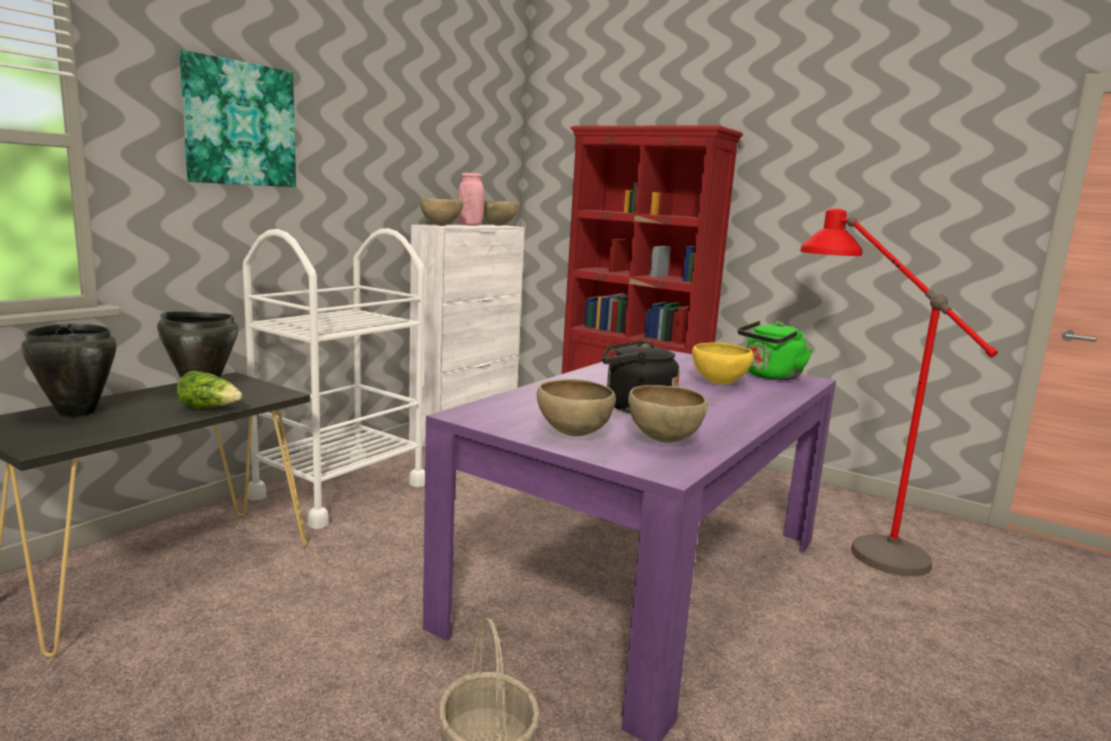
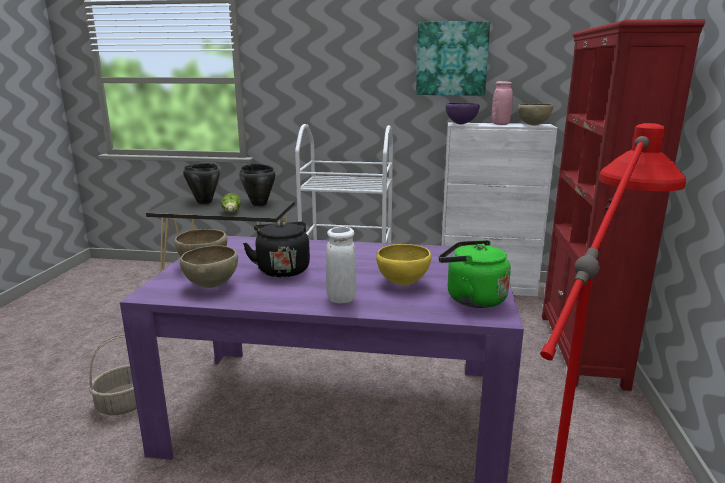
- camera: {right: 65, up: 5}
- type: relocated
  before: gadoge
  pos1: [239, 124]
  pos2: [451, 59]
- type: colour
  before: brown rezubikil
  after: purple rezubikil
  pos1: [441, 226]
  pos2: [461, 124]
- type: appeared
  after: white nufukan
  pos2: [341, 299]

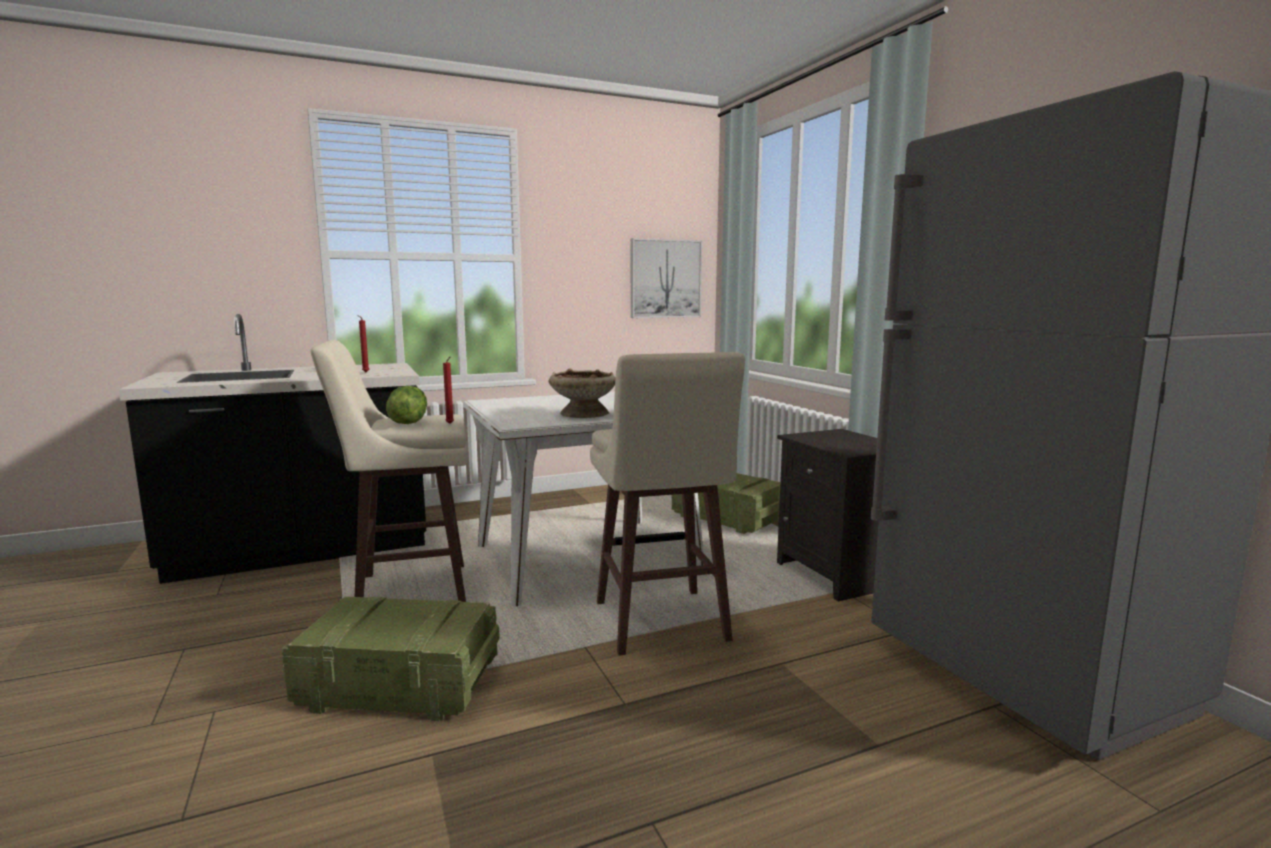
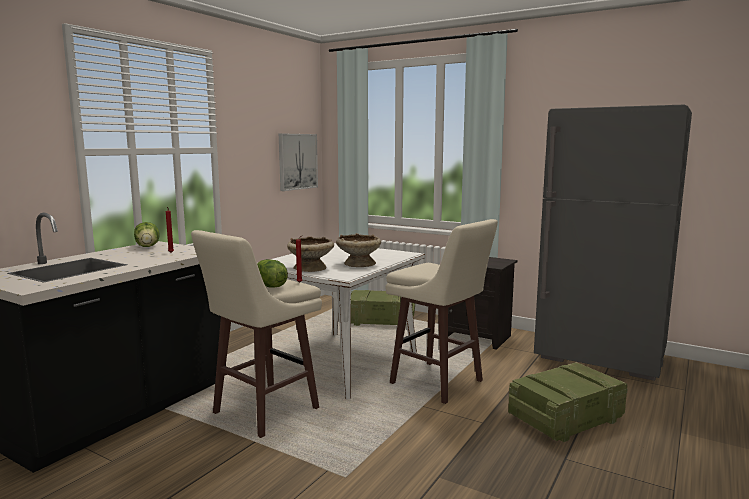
- camera: {right: -35, up: 0}
- type: relocated
  before: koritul
  pos1: [402, 685]
  pos2: [566, 418]
- type: appeared
  after: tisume
  pos2: [148, 246]
- type: appeared
  after: beige rezubikil
  pos2: [311, 268]

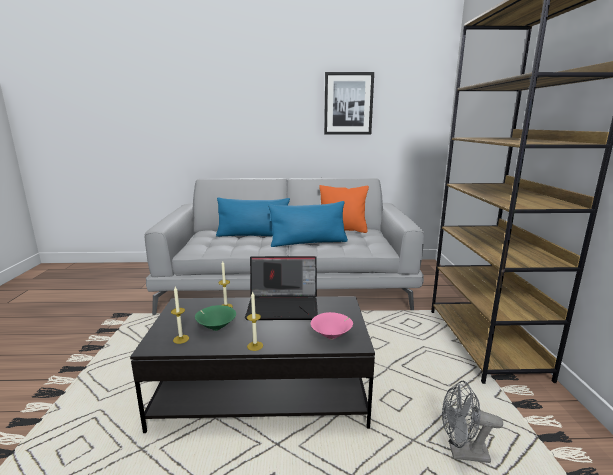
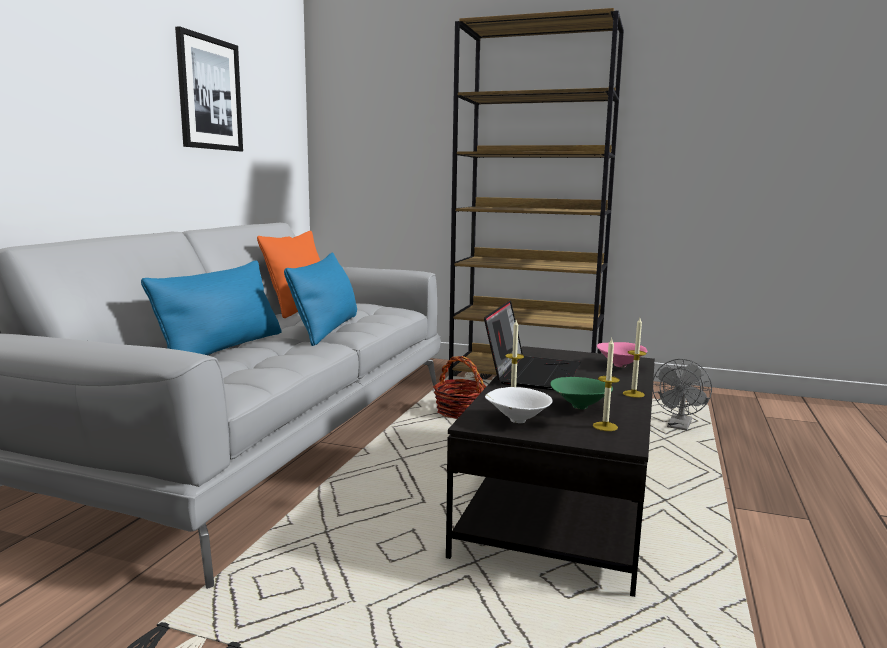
- camera: {right: -70, up: -5}
- type: appeared
  after: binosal
  pos2: [460, 412]
- type: appeared
  after: white rezubikil
  pos2: [516, 420]

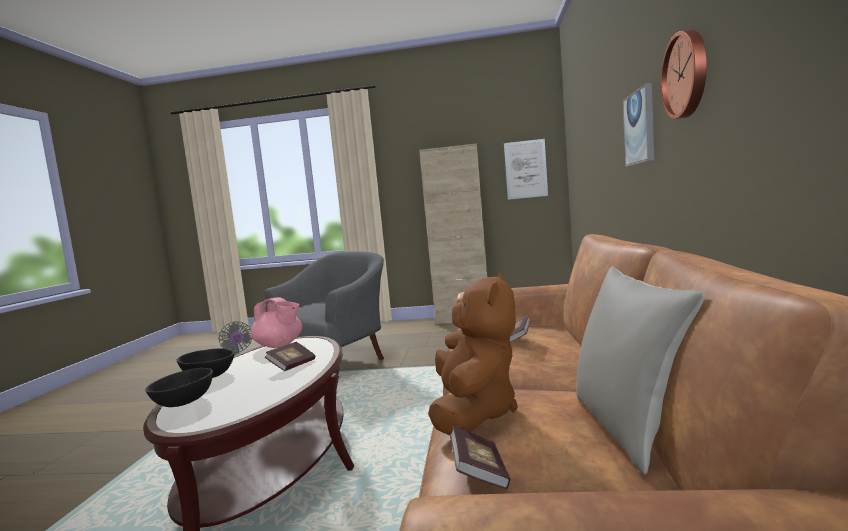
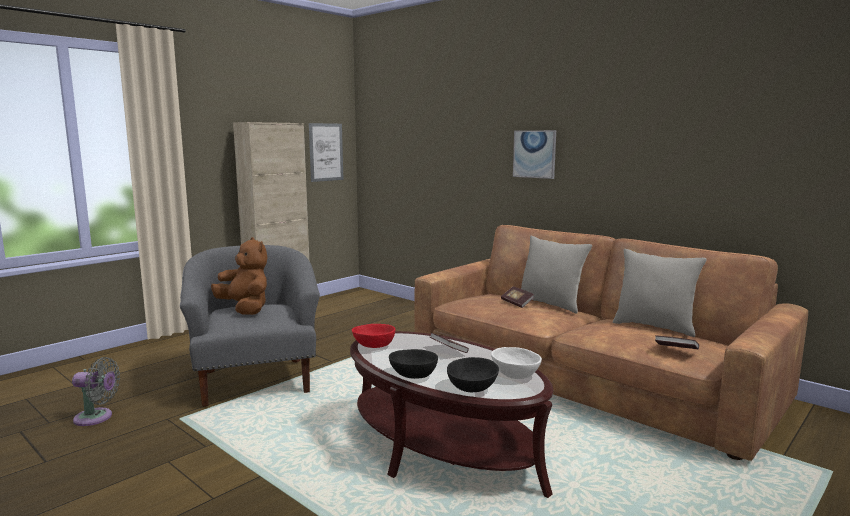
- camera: {right: -55, up: 5}
- type: missing
  before: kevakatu
  pos1: [687, 75]
- type: relocated
  before: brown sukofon
  pos1: [473, 412]
  pos2: [245, 309]
- type: exchanged
  before: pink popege
  after: red rezubikil
  pos1: [279, 345]
  pos2: [374, 346]
- type: appeared
  after: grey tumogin
  pos2: [551, 304]
- type: appeared
  after: white rezubikil
  pos2: [515, 375]

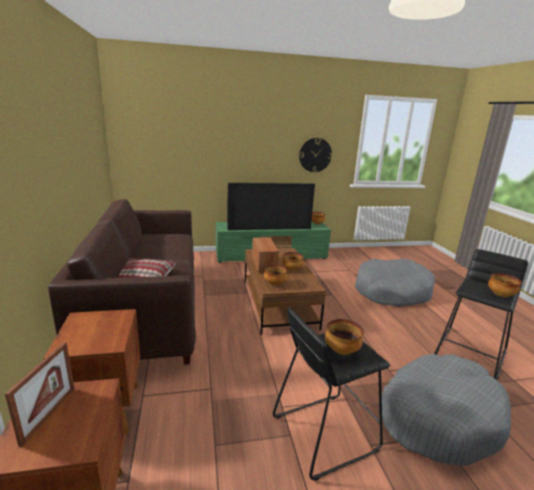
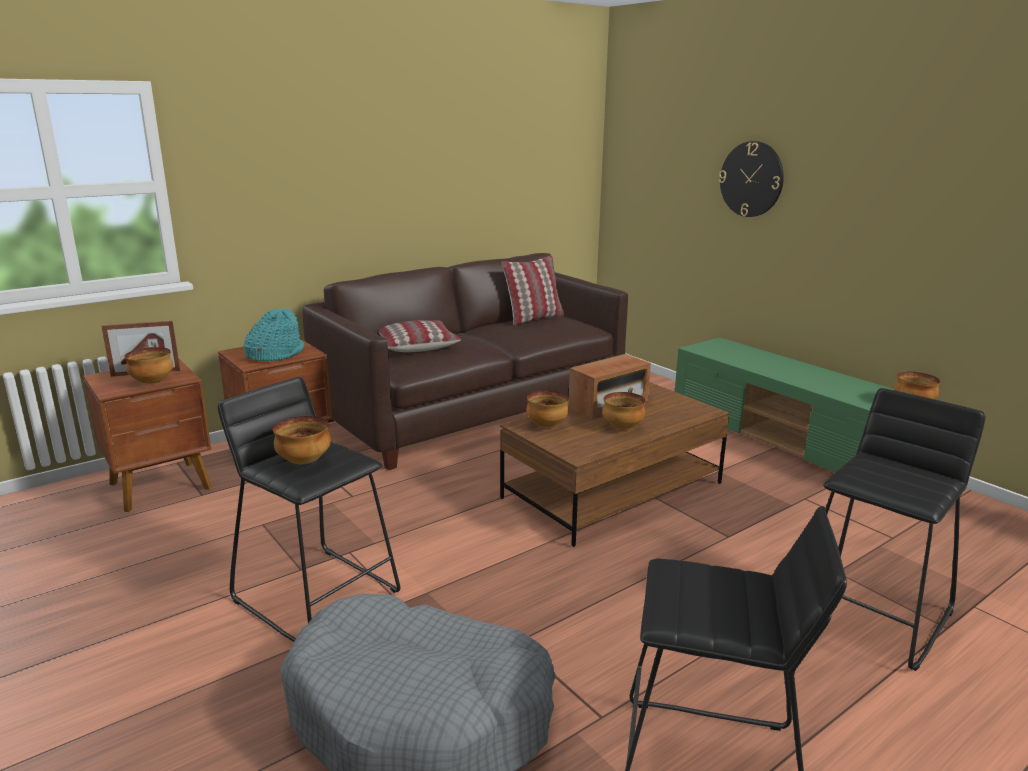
- camera: {right: 65, up: 0}
- type: relocated
  before: kevakatu
  pos1: [315, 155]
  pos2: [751, 179]
- type: missing
  before: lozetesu
  pos1: [269, 227]
- type: exchanged
  before: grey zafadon
  after: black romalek
  pos1: [391, 291]
  pos2: [872, 614]
- type: relocated
  before: rezubikil
  pos1: [500, 295]
  pos2: [153, 382]
- type: appeared
  after: tumogin
  pos2: [534, 318]
- type: appeared
  after: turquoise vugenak
  pos2: [275, 354]

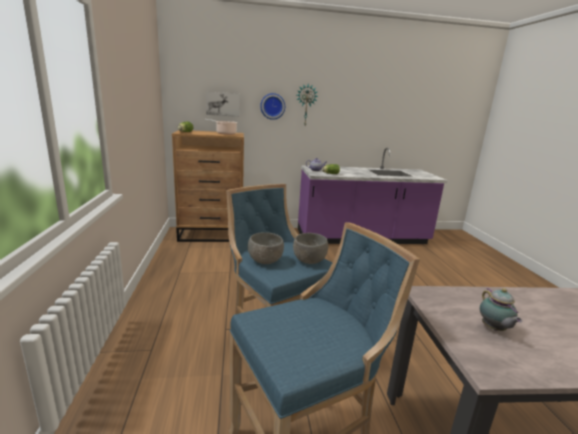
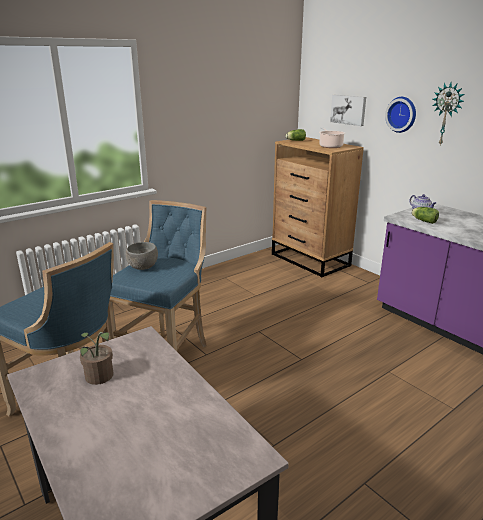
- camera: {right: 60, up: 5}
- type: missing
  before: grey rezubikil
  pos1: [308, 261]
- type: exchanged
  before: popege
  after: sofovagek
  pos1: [493, 329]
  pos2: [99, 378]

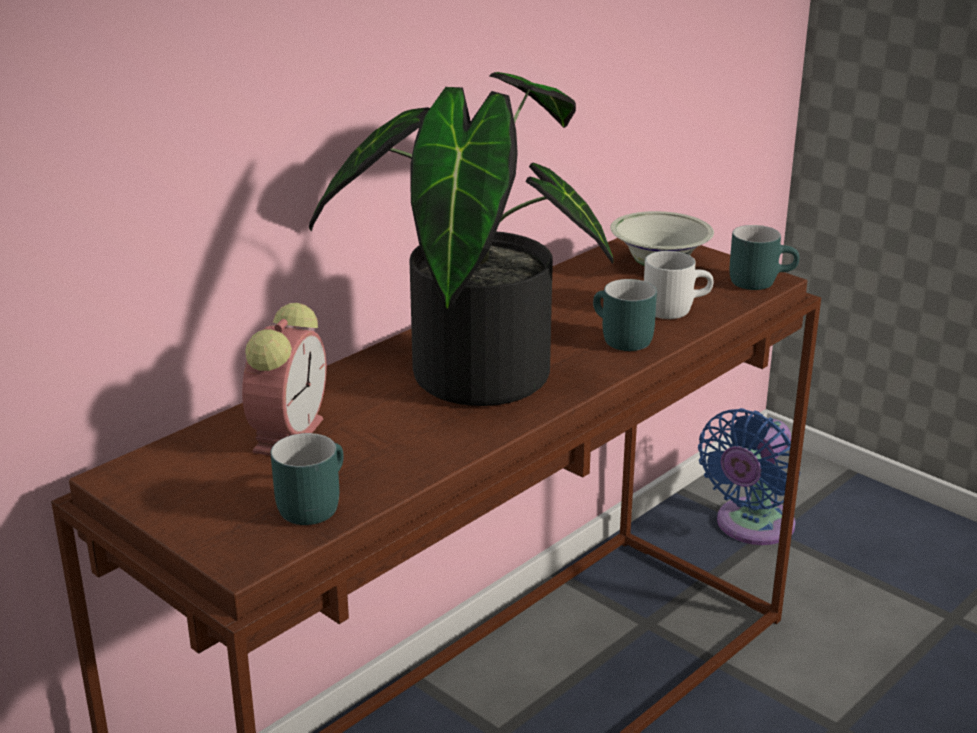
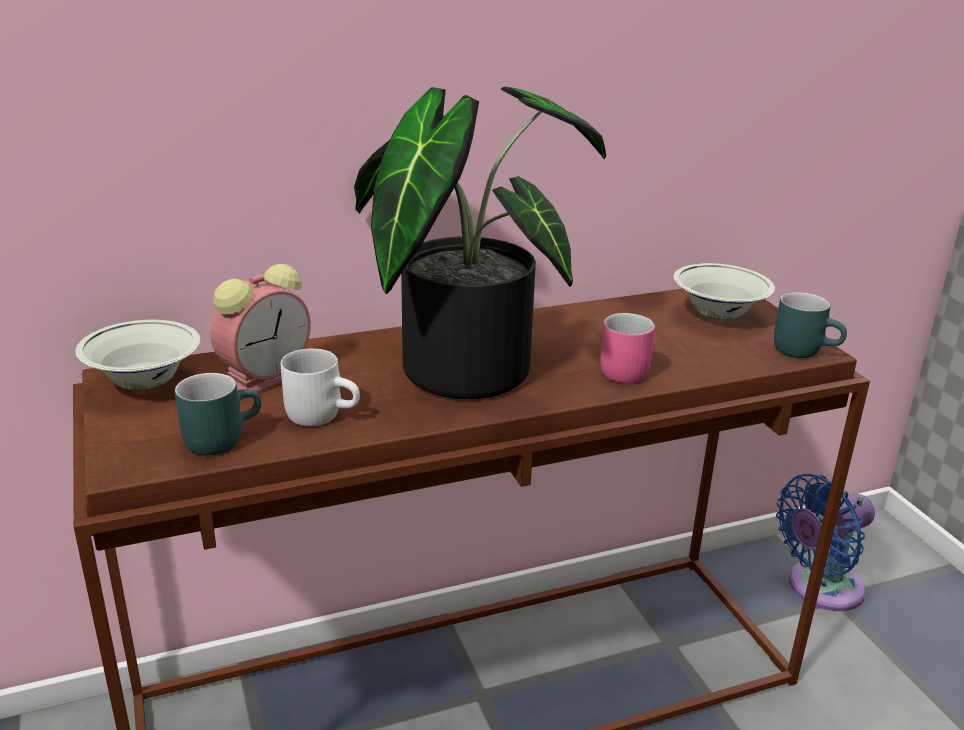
- camera: {right: 25, up: 0}
- type: relocated
  before: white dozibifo
  pos1: [673, 308]
  pos2: [322, 414]
- type: colour
  before: turquoise dozibifo
  after: pink dozibifo
  pos1: [618, 339]
  pos2: [617, 370]
- type: appeared
  after: white rezubikil
  pos2: [144, 384]

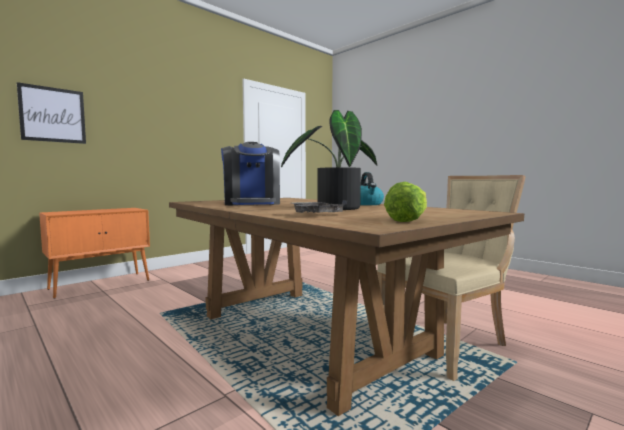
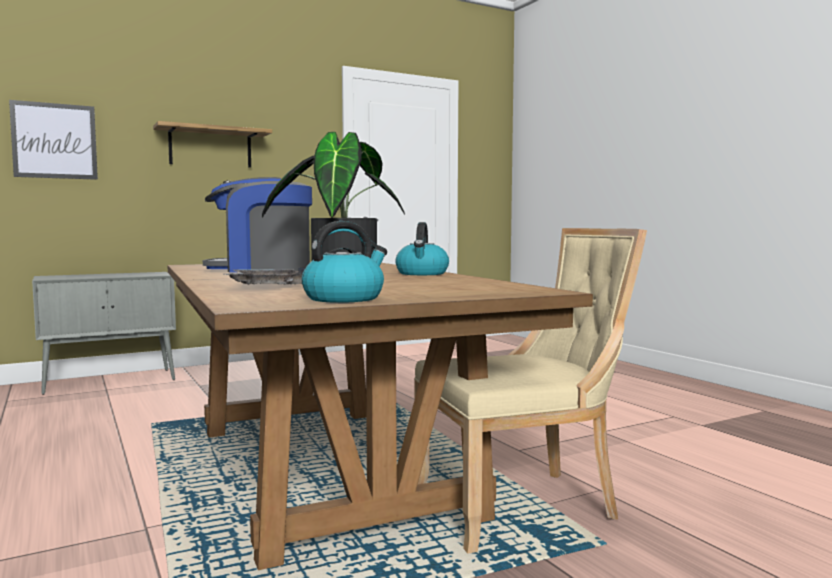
- camera: {right: 15, up: 0}
- type: spun
  before: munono
  pos1: [251, 203]
  pos2: [261, 269]
  turn: 90
- type: exchanged
  before: tisume
  after: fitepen
  pos1: [408, 220]
  pos2: [344, 298]
- type: colour
  before: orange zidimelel
  after: grey zidimelel
  pos1: [101, 284]
  pos2: [111, 381]
- type: appeared
  after: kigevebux
  pos2: [210, 147]

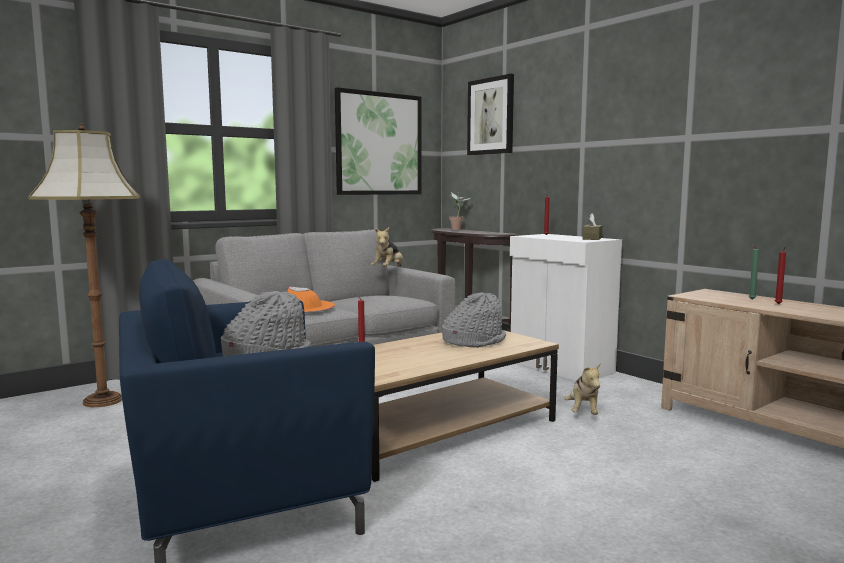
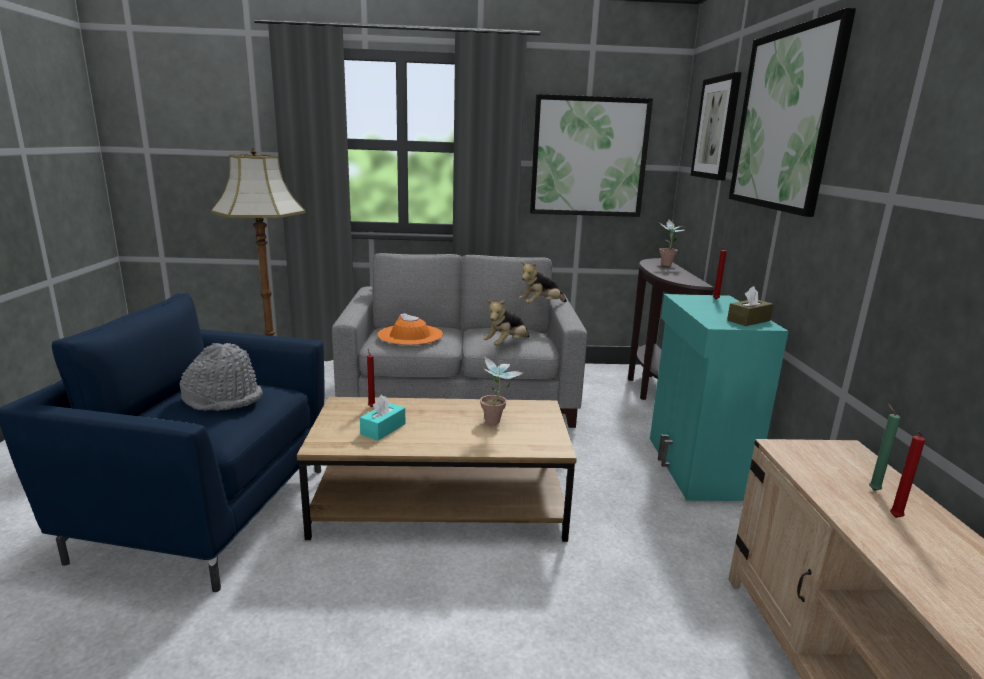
- camera: {right: 35, up: 10}
- type: colour
  before: white zidimelel
  after: turquoise zidimelel
  pos1: [560, 367]
  pos2: [695, 467]
- type: exchanged
  before: grey vugenak
  after: sofovagek
  pos1: [473, 341]
  pos2: [496, 423]
- type: relocated
  before: sukofon
  pos1: [583, 412]
  pos2: [506, 345]
- type: appeared
  after: gadoge
  pos2: [785, 120]
- type: appeared
  after: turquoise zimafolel
  pos2: [383, 429]

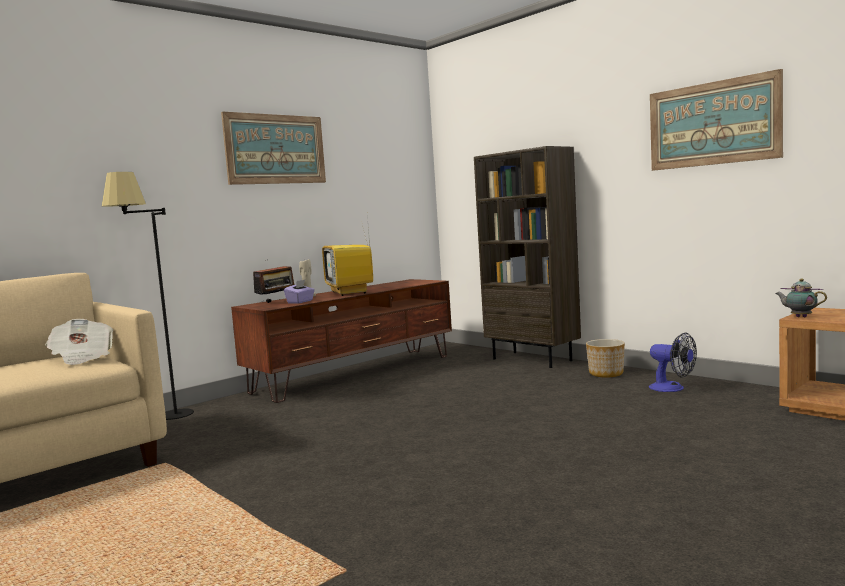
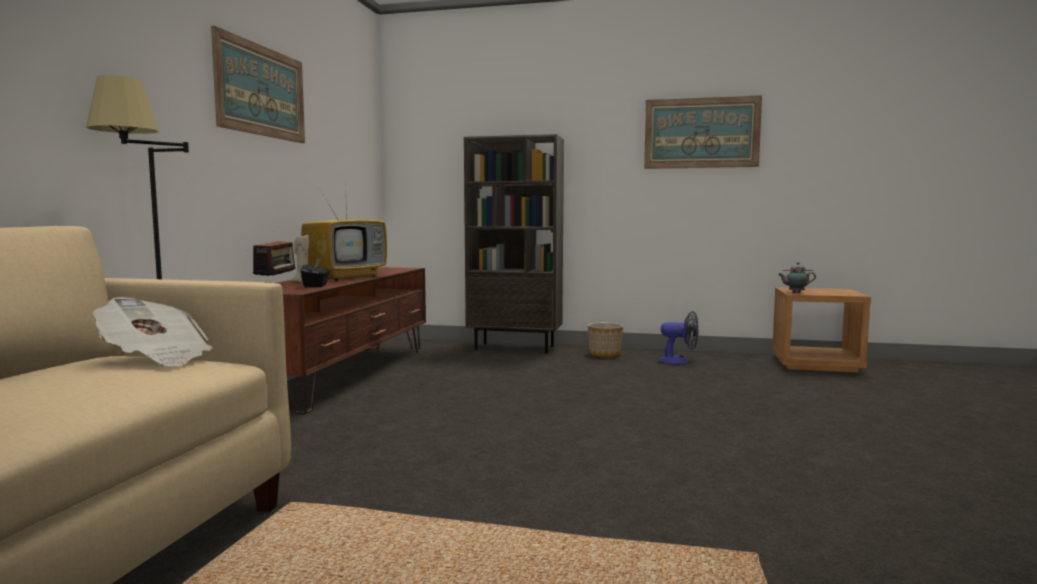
- camera: {right: -35, up: 0}
- type: spun
  before: lozetesu
  pos1: [350, 292]
  pos2: [346, 277]
  turn: -90
- type: colour
  before: purple zimafolel
  after: black zimafolel
  pos1: [300, 302]
  pos2: [316, 286]

